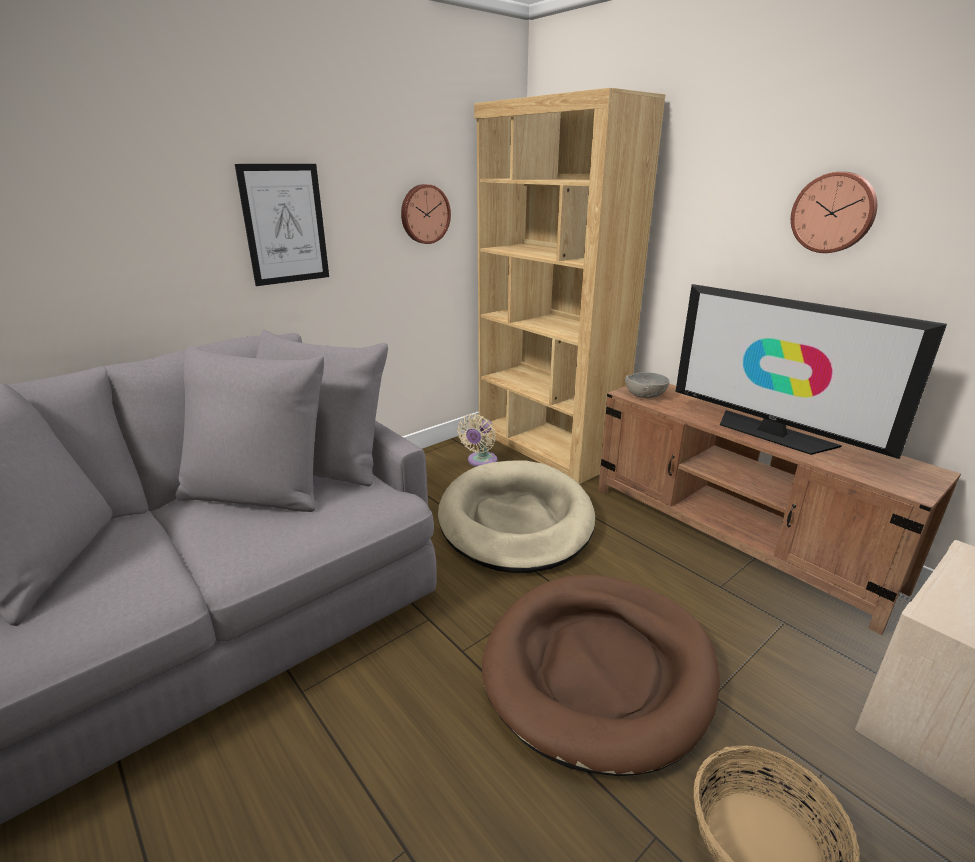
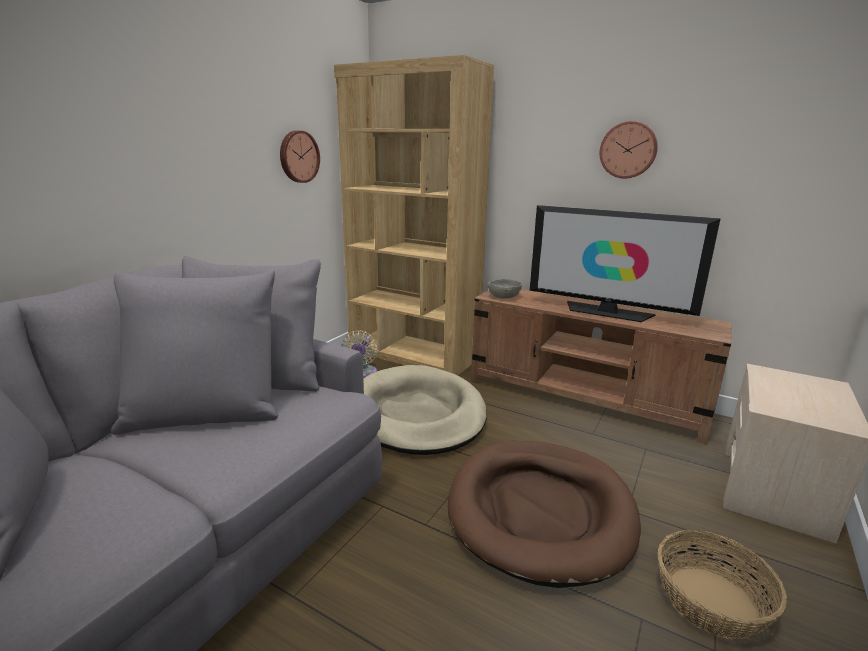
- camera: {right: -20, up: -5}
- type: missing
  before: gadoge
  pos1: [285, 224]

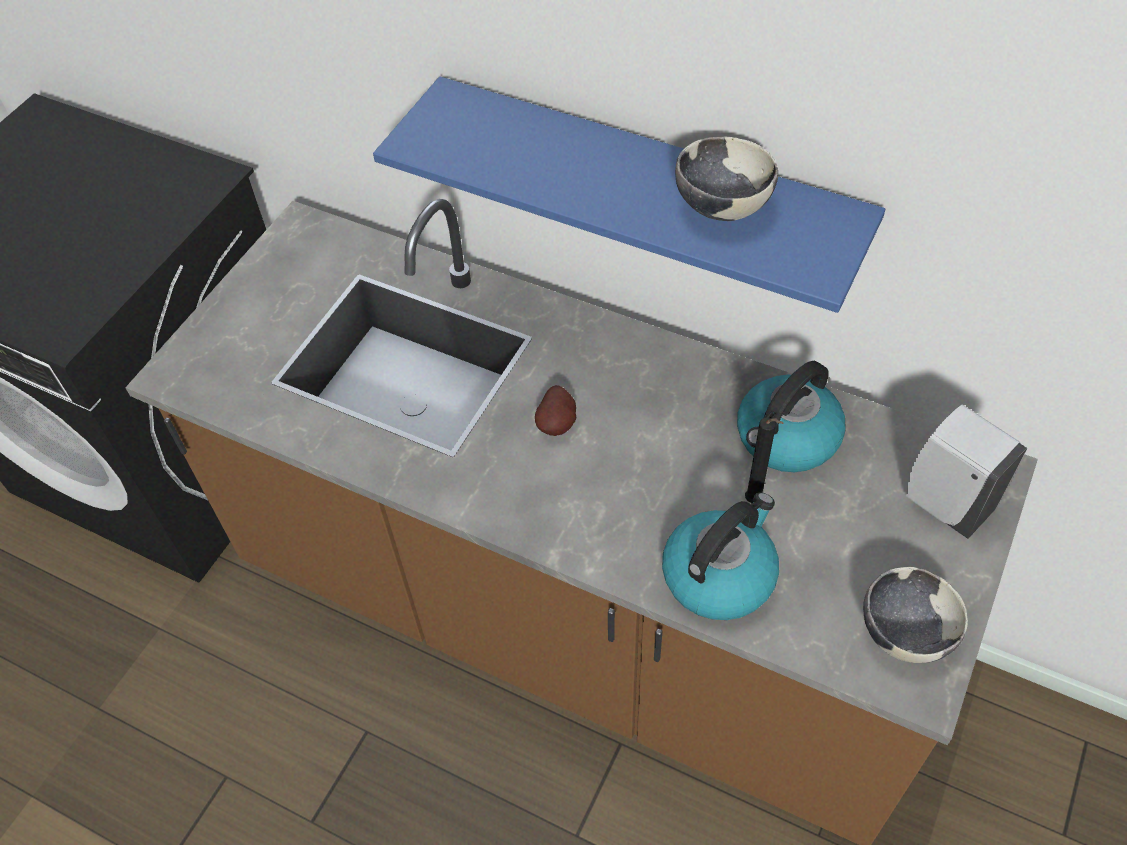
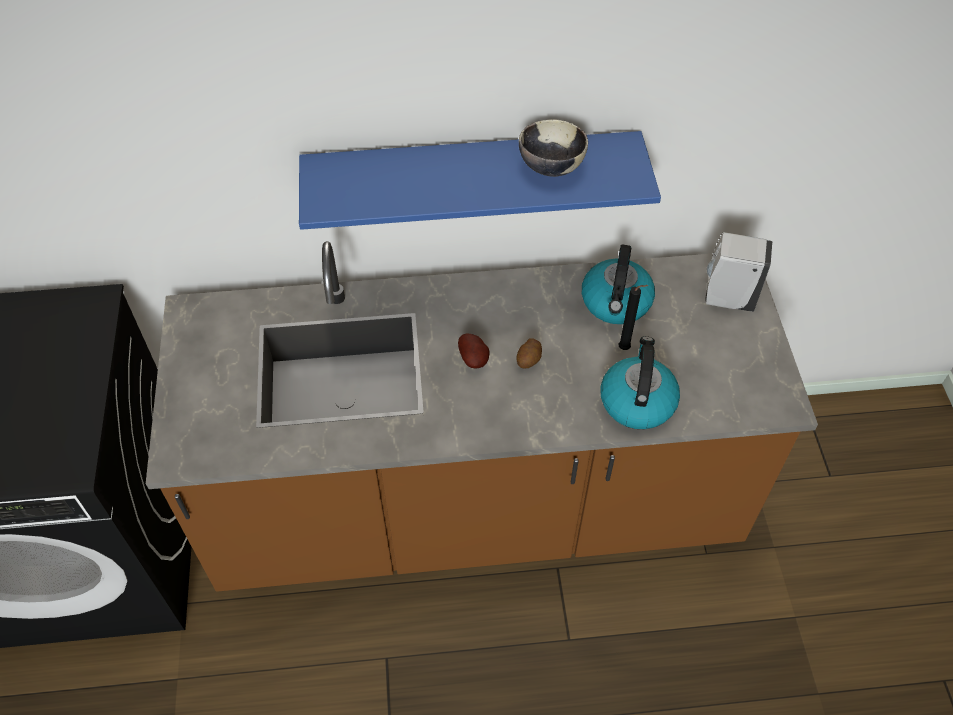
- camera: {right: -35, up: 0}
- type: missing
  before: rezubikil
  pos1: [904, 632]
- type: appeared
  after: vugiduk
  pos2: [529, 360]

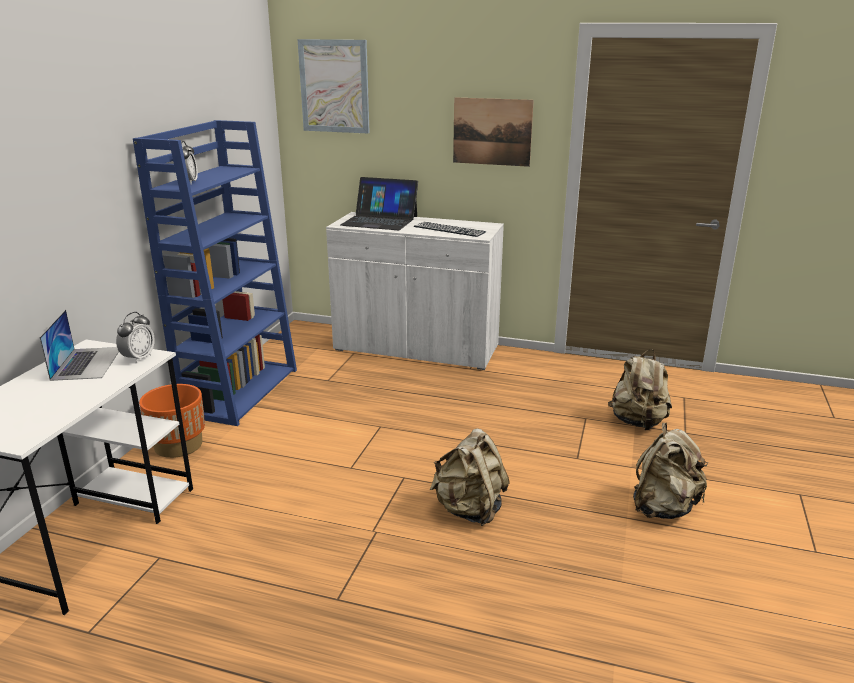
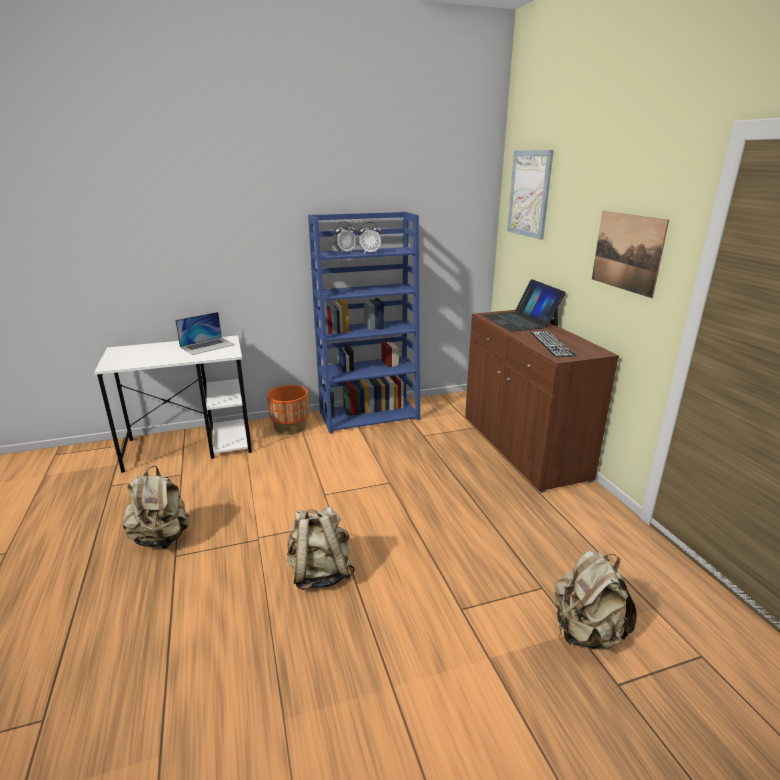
- camera: {right: 55, up: 0}
- type: colour
  before: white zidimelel
  after: brown zidimelel
  pos1: [416, 348]
  pos2: [522, 447]
- type: relocated
  before: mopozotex
  pos1: [138, 358]
  pos2: [369, 253]
- type: relocated
  before: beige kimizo
  pos1: [663, 508]
  pos2: [162, 538]

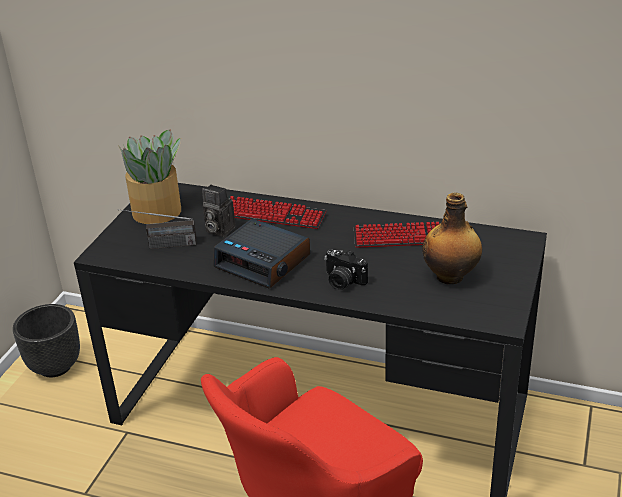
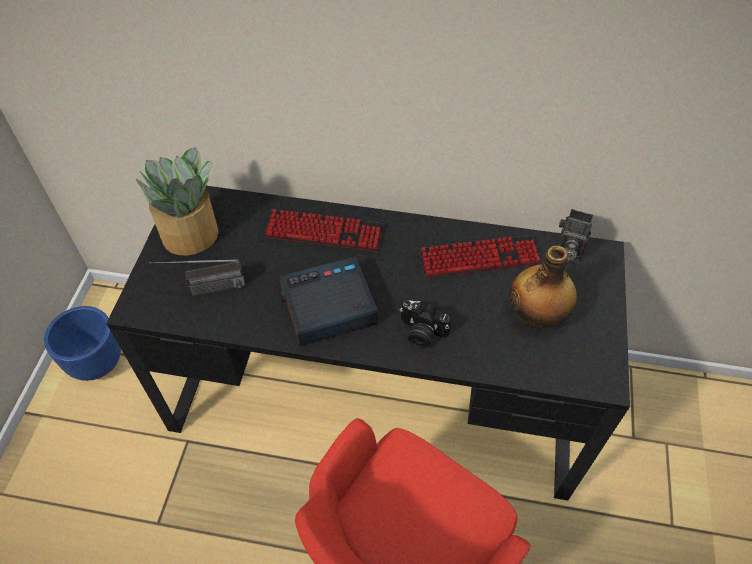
- camera: {right: -10, up: 20}
- type: relocated
  before: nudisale
  pos1: [218, 230]
  pos2: [566, 251]
- type: spun
  before: mopozotex
  pos1: [264, 261]
  pos2: [327, 307]
  turn: 135
- type: colour
  before: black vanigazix
  after: blue vanigazix
  pos1: [55, 366]
  pos2: [97, 362]

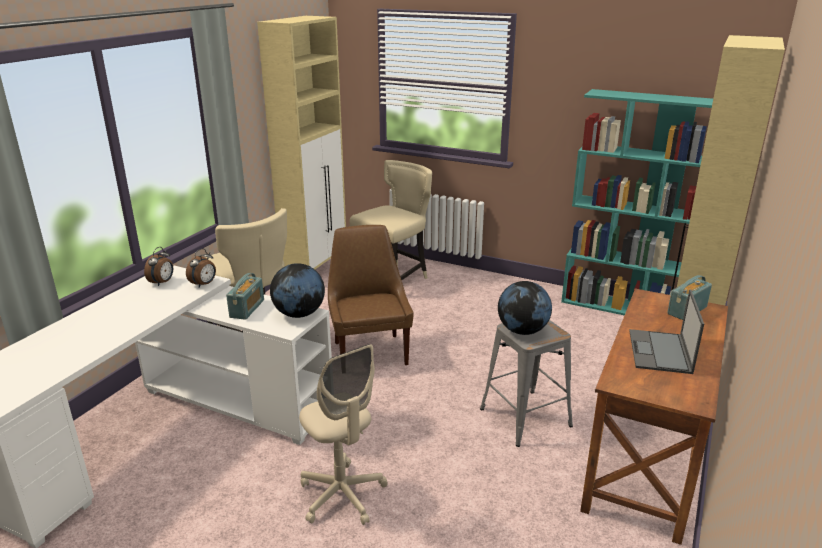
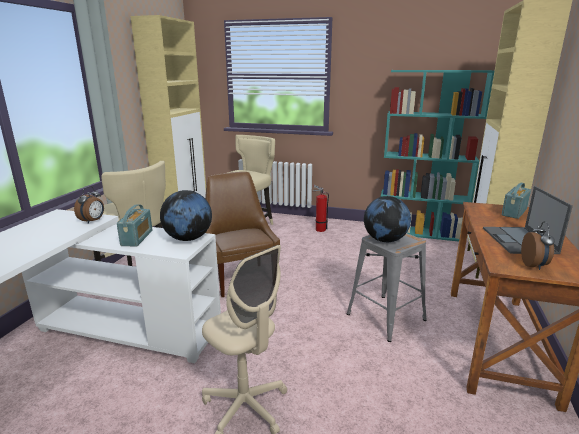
- camera: {right: -10, up: -5}
- type: relocated
  before: mopozotex
  pos1: [162, 282]
  pos2: [534, 265]
- type: appeared
  after: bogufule
  pos2: [319, 229]

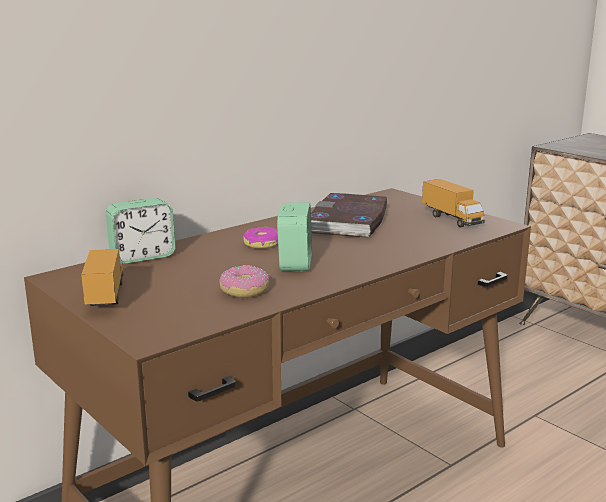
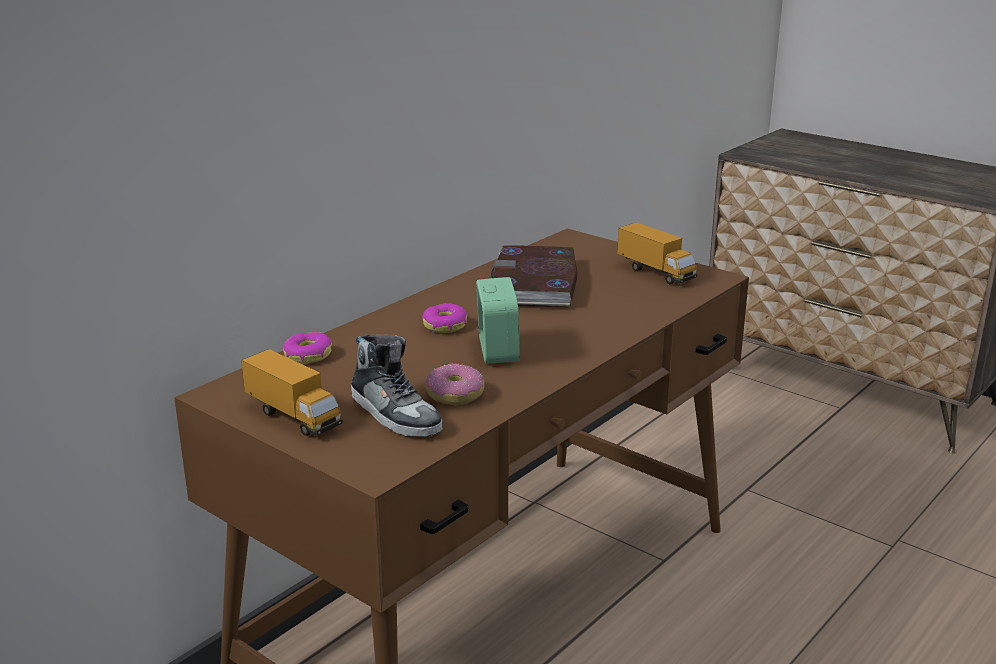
- camera: {right: -10, up: 5}
- type: exchanged
  before: mopozotex
  after: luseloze
  pos1: [142, 256]
  pos2: [307, 355]
- type: spun
  before: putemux
  pos1: [106, 297]
  pos2: [294, 417]
  turn: 150
- type: appeared
  after: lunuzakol
  pos2: [395, 414]

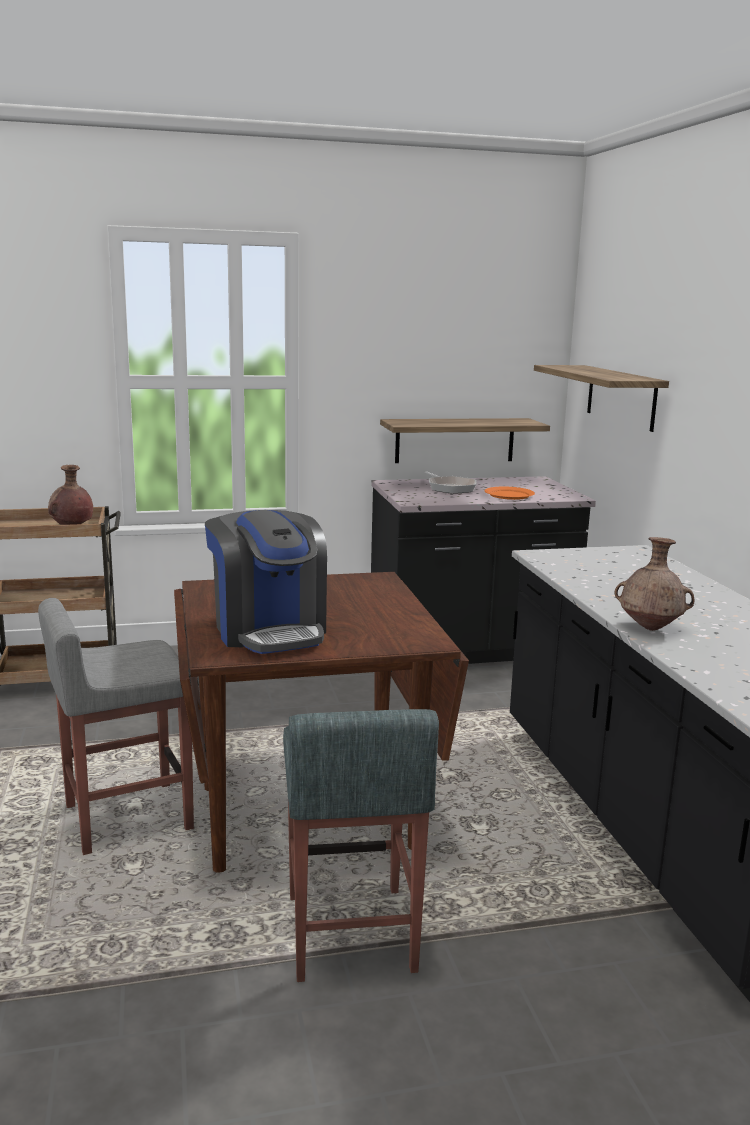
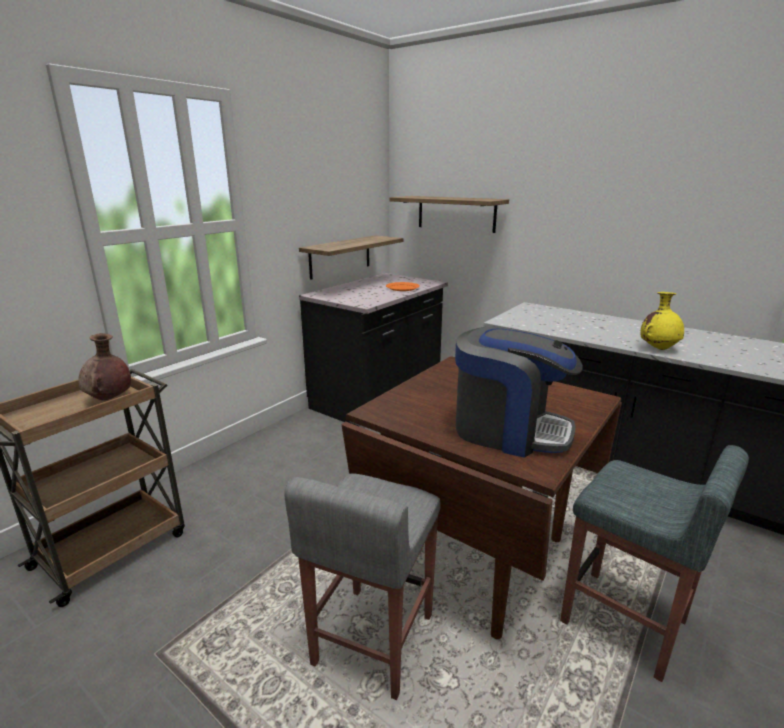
- camera: {right: -40, up: 5}
- type: missing
  before: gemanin
  pos1: [450, 488]
- type: colour
  before: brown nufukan
  after: yellow nufukan
  pos1: [651, 628]
  pos2: [658, 348]

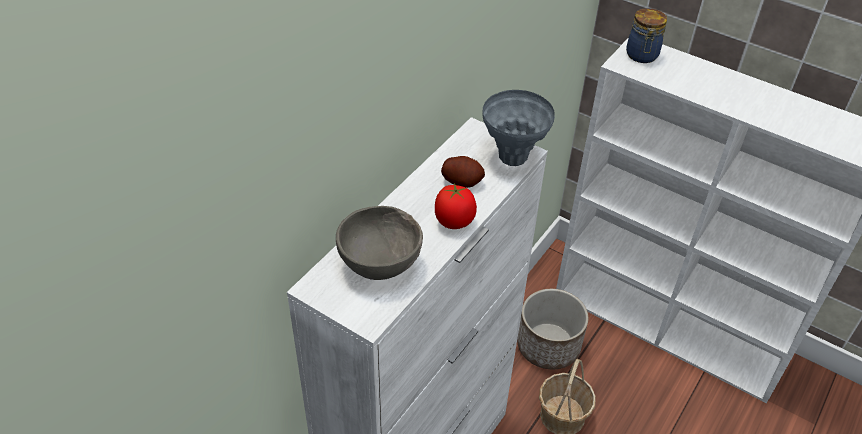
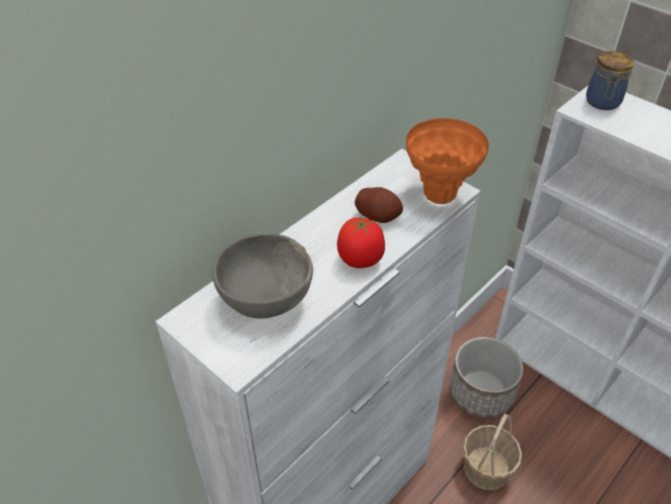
- camera: {right: 10, up: 0}
- type: colour
  before: grey nufukan
  after: orange nufukan
  pos1: [512, 157]
  pos2: [439, 195]

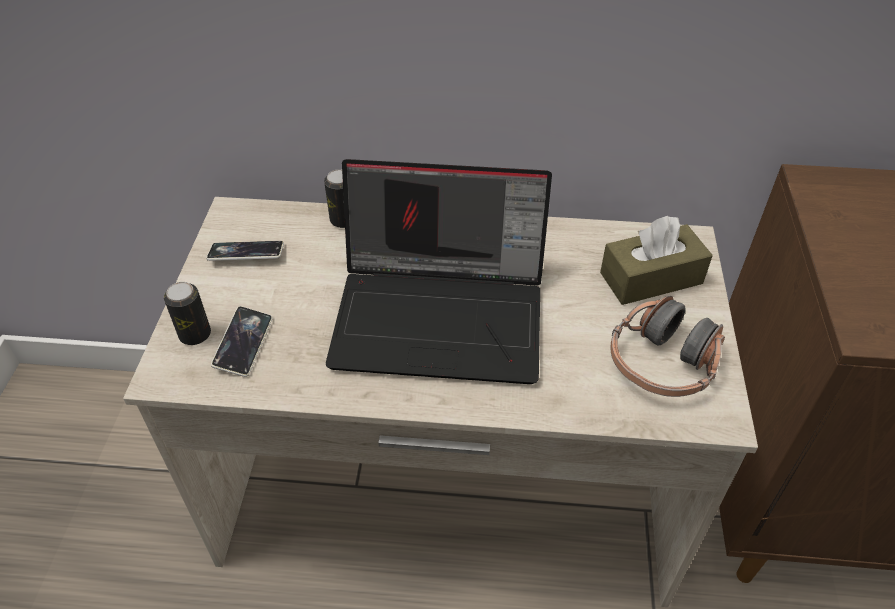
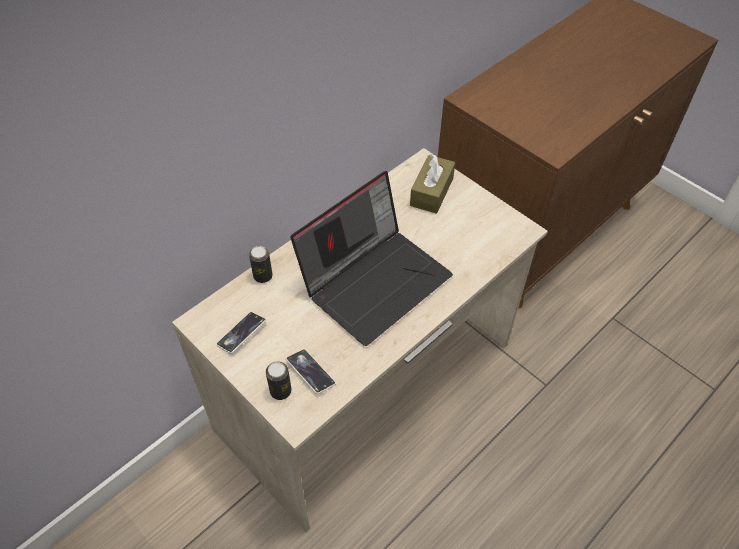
- camera: {right: -50, up: 5}
- type: missing
  before: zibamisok
  pos1: [662, 363]

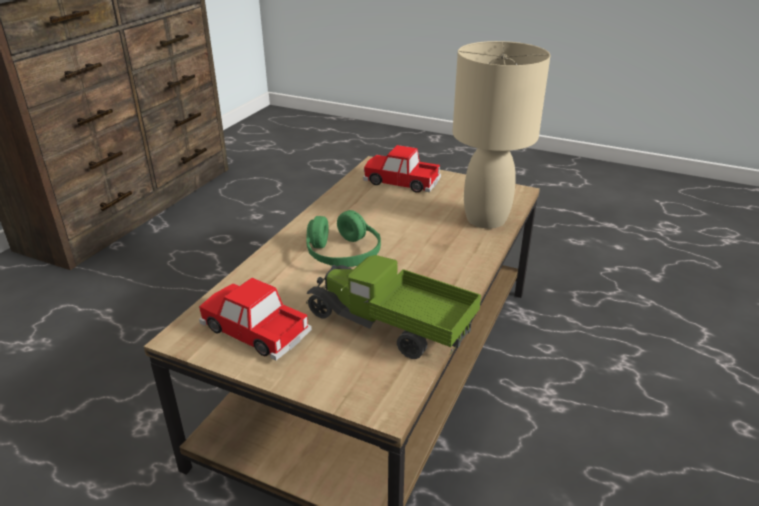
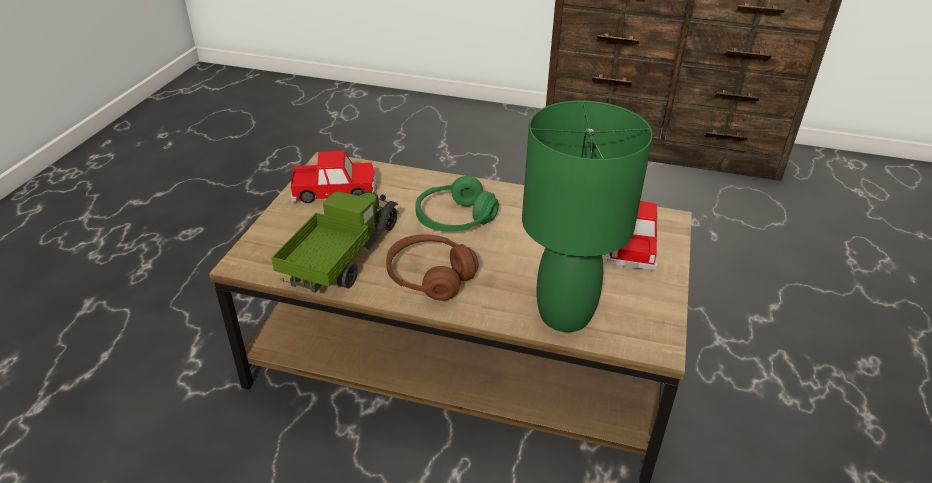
- camera: {right: 80, up: 5}
- type: colour
  before: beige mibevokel
  after: green mibevokel
  pos1: [486, 219]
  pos2: [565, 316]
- type: spun
  before: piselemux
  pos1: [254, 330]
  pos2: [334, 191]
  turn: 60
- type: appeared
  after: brown zibamisok
  pos2: [430, 277]

